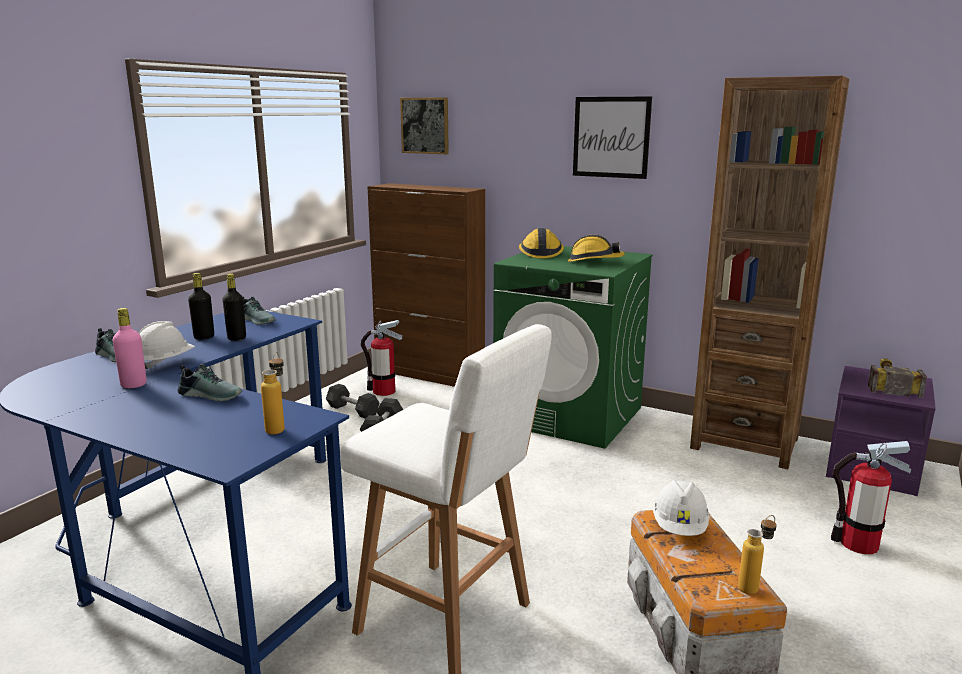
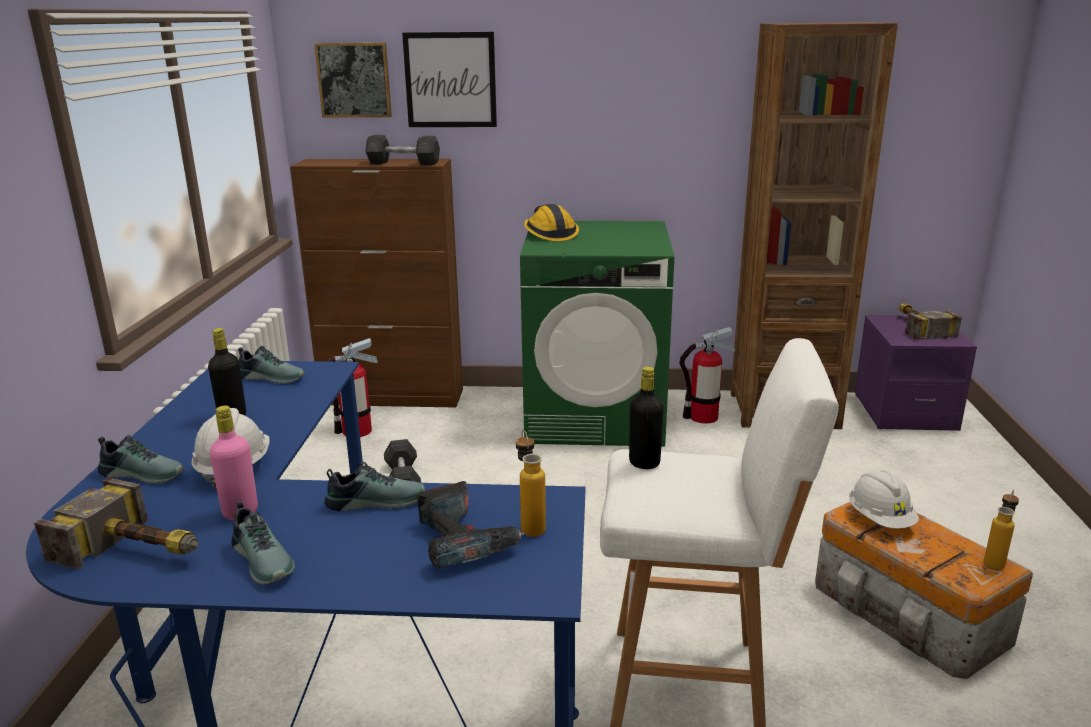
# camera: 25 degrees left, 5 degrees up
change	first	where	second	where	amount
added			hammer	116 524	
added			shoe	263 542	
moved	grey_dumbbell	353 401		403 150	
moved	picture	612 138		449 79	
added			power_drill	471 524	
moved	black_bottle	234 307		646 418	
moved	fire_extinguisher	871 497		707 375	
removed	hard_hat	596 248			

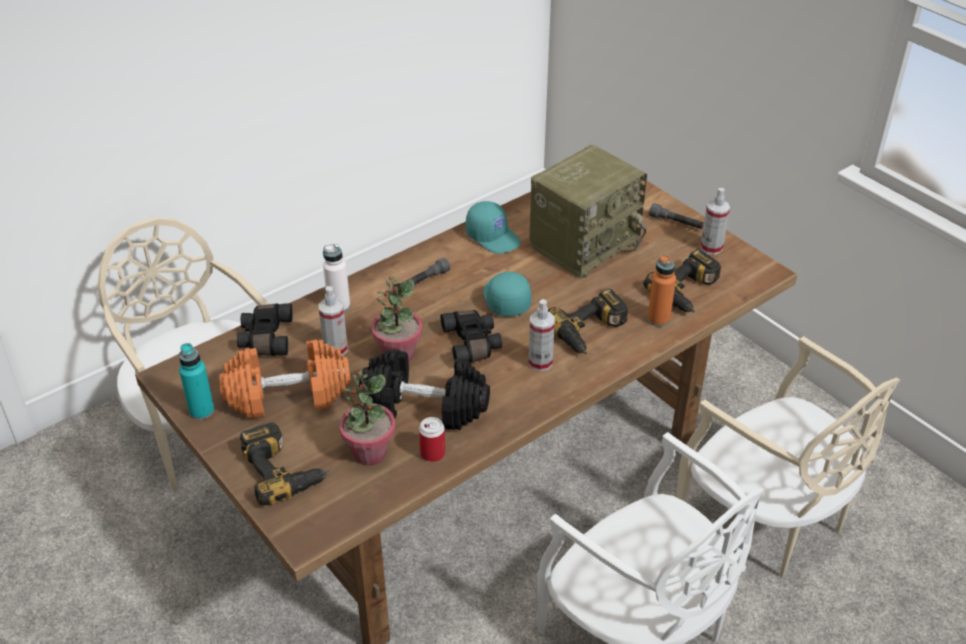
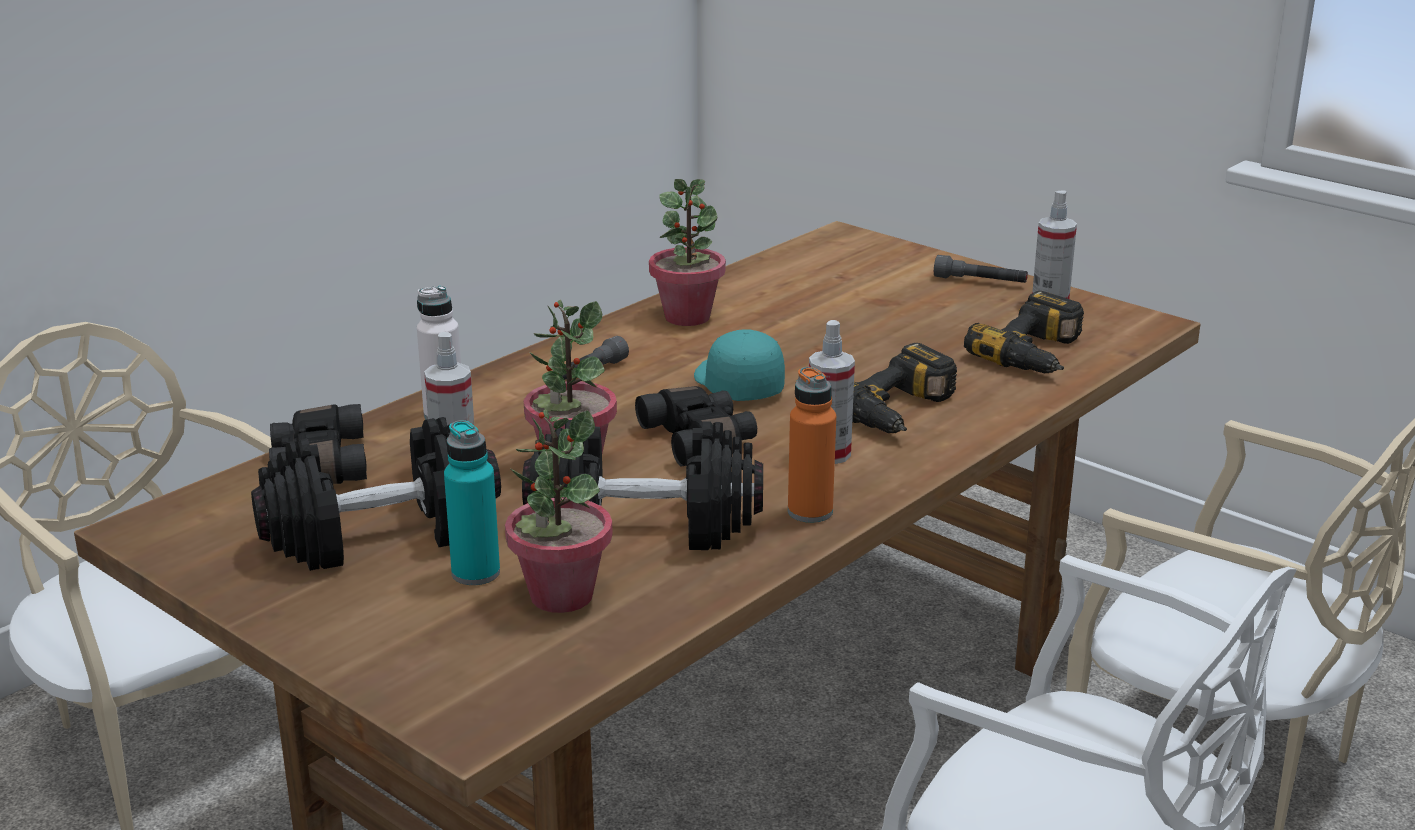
# camera: 10 degrees left, 15 degrees down
change	first	where	second	where	amount
recoloured	orange_dumbbell	285 379	black_dumbbell	376 494	
moved	turquoise_bottle	196 381		472 502	
replaced	turquoise_cap	493 227	potted_plant	687 252	
moved	orange_bottle	661 290		812 445	
removed	power_drill	284 463			
removed	can	432 439			
removed	radio	588 212			

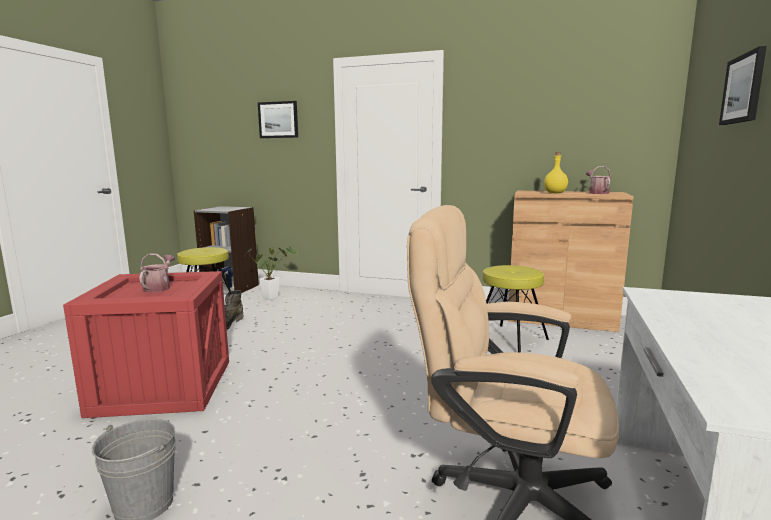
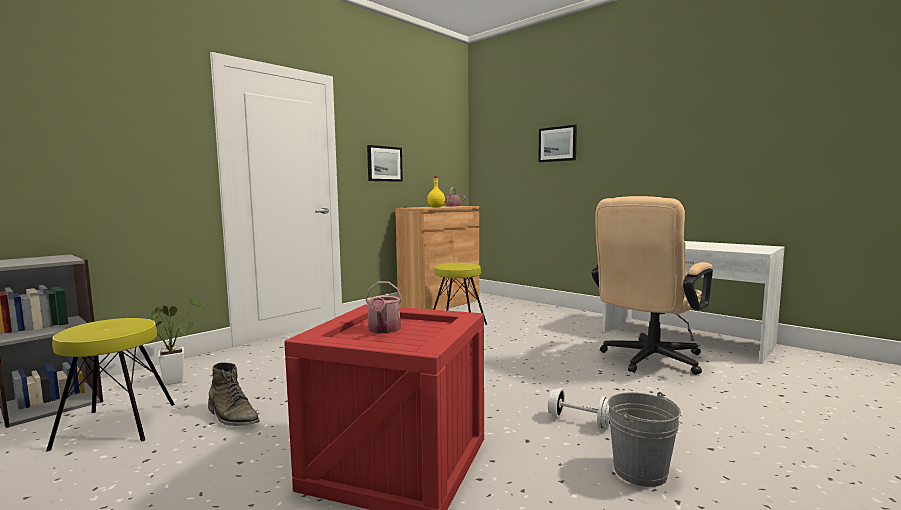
# camera: 65 degrees left, 5 degrees down
change	first	where	second	where	amount
turned	watering_can	157 273		383 307	120 degrees counterclockwise
moved	picture	278 119		385 163	
added			white_dumbbell	579 408	

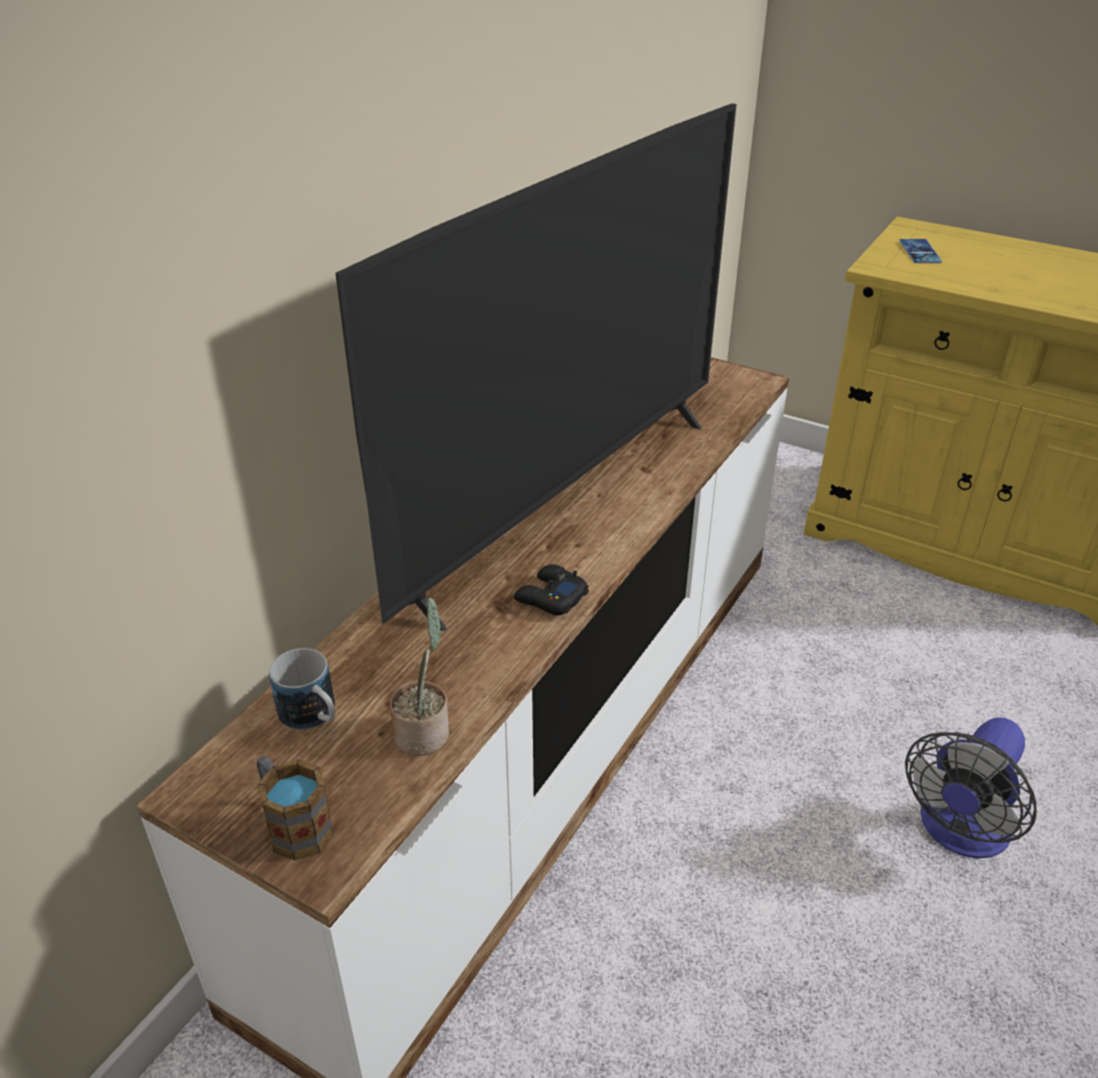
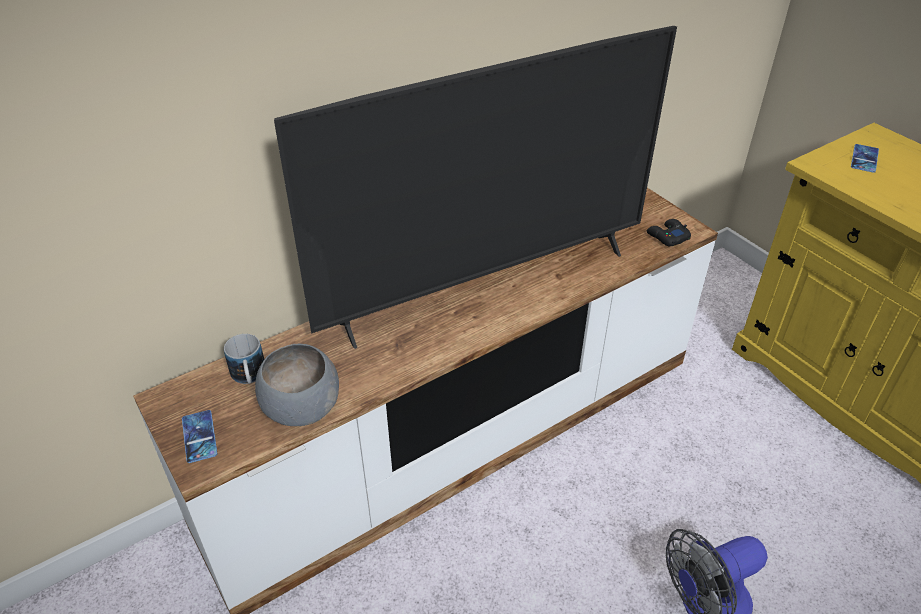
# camera: 25 degrees right, 5 degrees up
change	first	where	second	where	amount
replaced	mug	295 808	phone	199 436	
replaced	potted_plant	419 677	grey_bowl	297 385	
moved	black_game_controller	551 590		669 232	

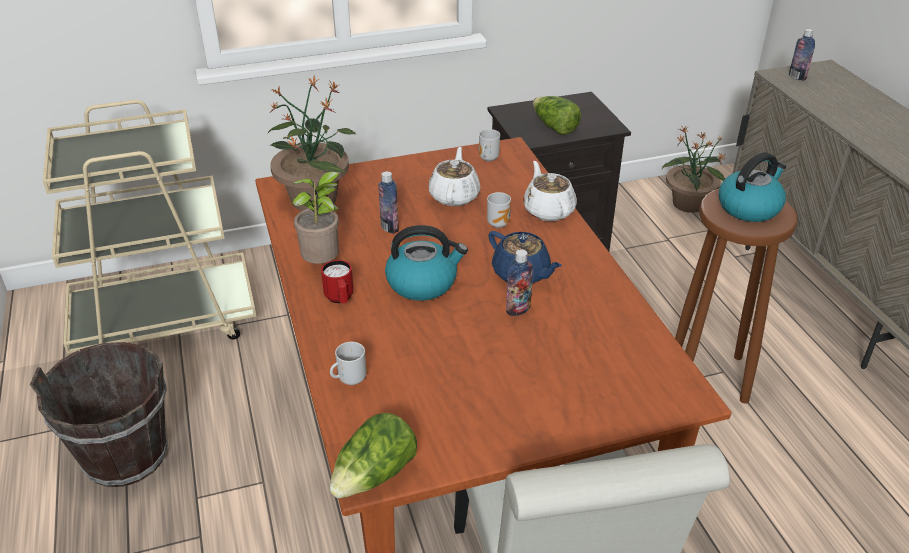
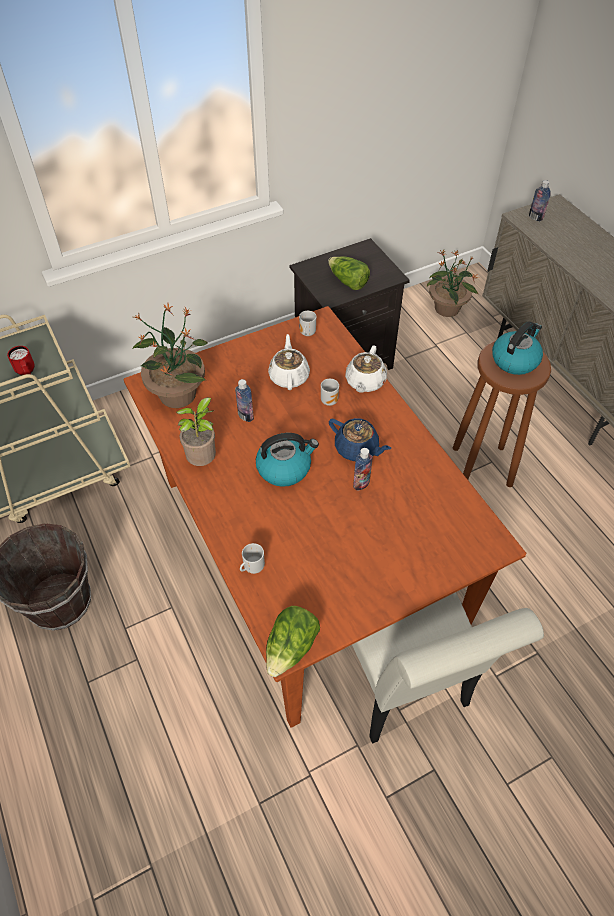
# camera: 10 degrees left, 15 degrees up
change	first	where	second	where	amount
moved	red_mug	337 281		21 360	
turned	white_teapot	550 191		366 368	135 degrees counterclockwise

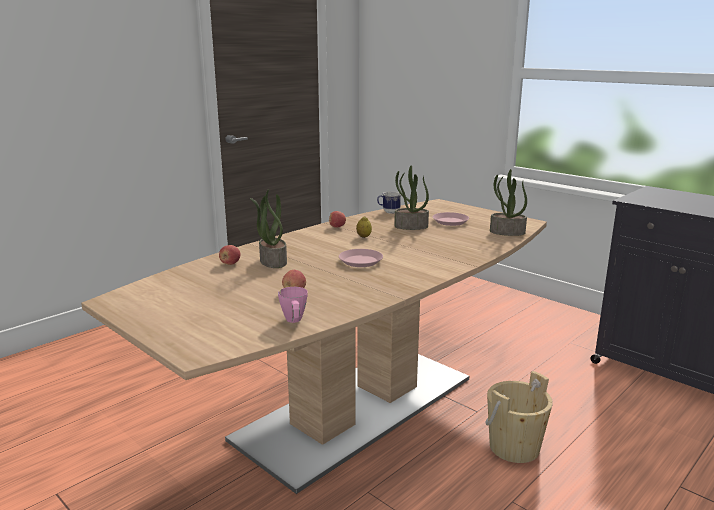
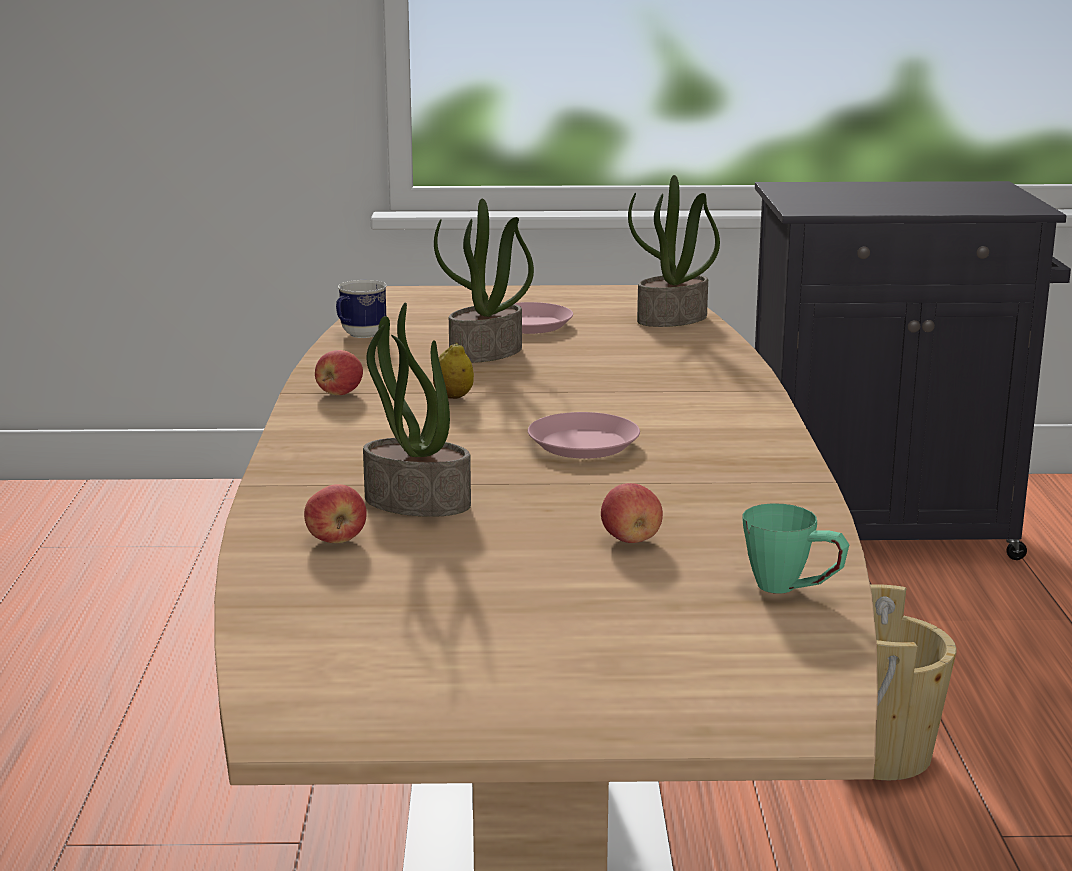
# camera: 45 degrees left, 0 degrees up
change	first	where	second	where	amount
recoloured	pink_mug	293 305	green_mug	796 548	

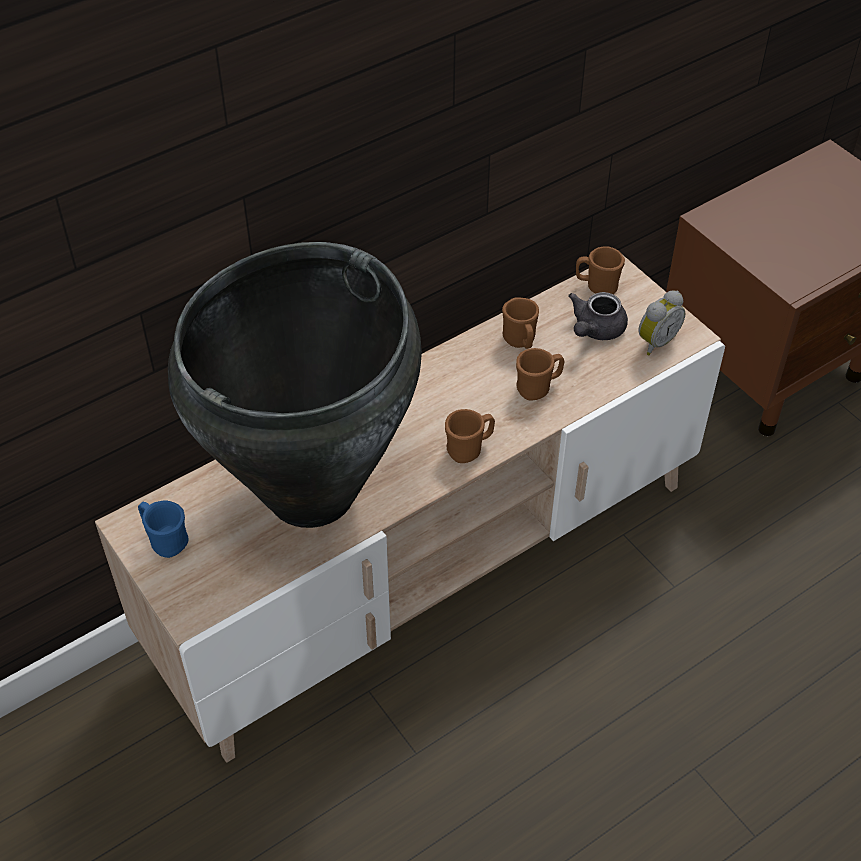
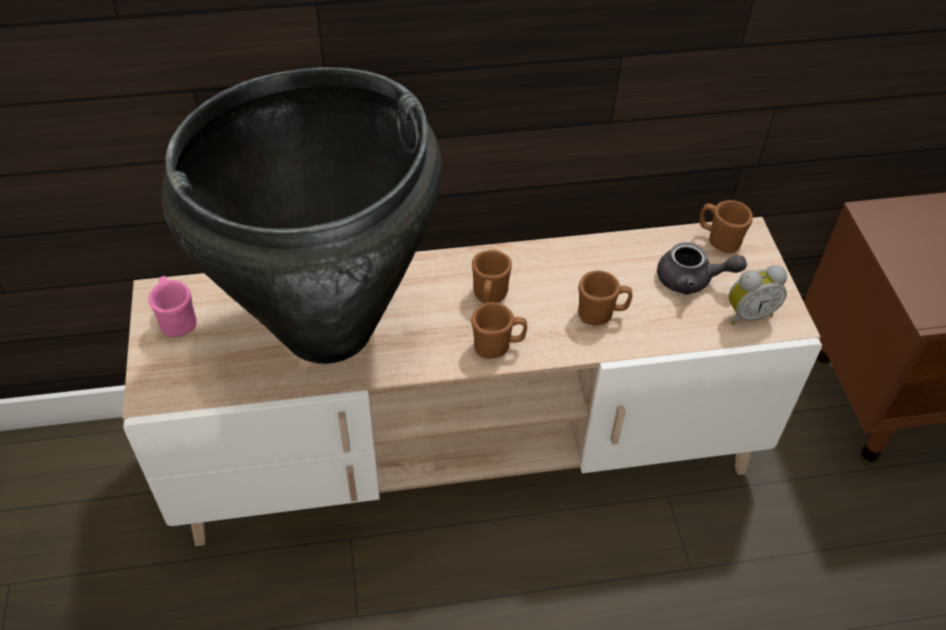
# camera: 25 degrees right, 0 degrees up
change	first	where	second	where	amount
recoloured	blue_mug	163 529	pink_mug	172 306	
moved	brown_mug	520 323		492 277	
turned	grey_teapot	598 316		702 268	135 degrees counterclockwise

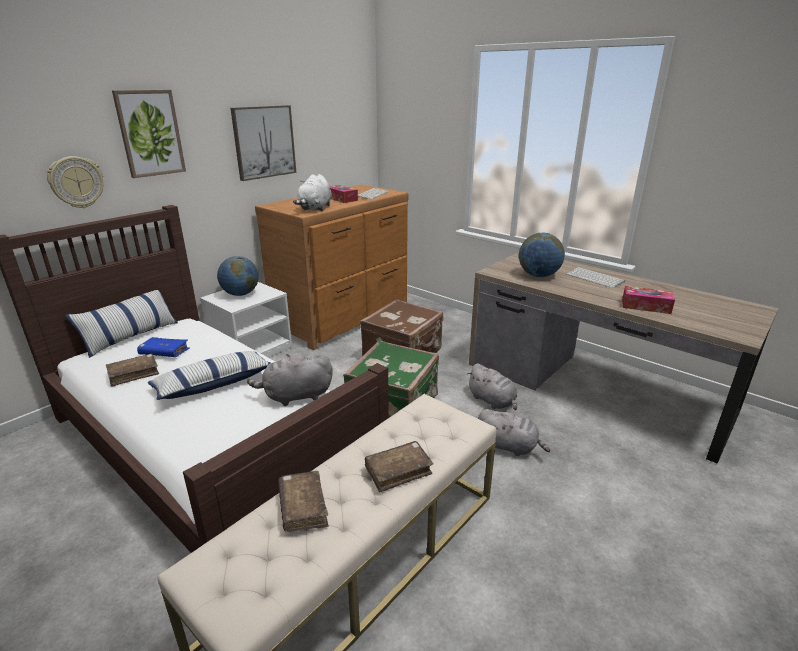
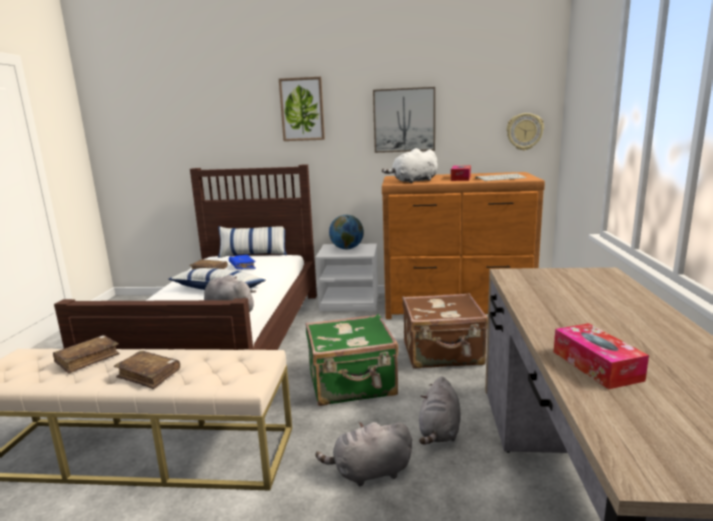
# camera: 55 degrees right, 10 degrees down
change	first	where	second	where	amount
turned	grey_plush_toy	514 432		363 454	90 degrees clockwise
moved	wall_clock	75 182		525 132	
removed	globe	542 255			
removed	keyboard	596 277			

